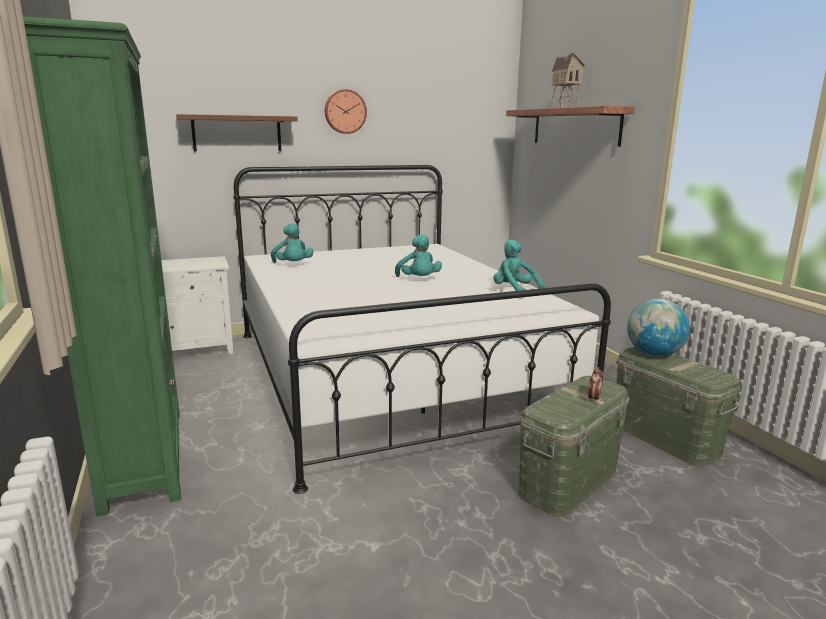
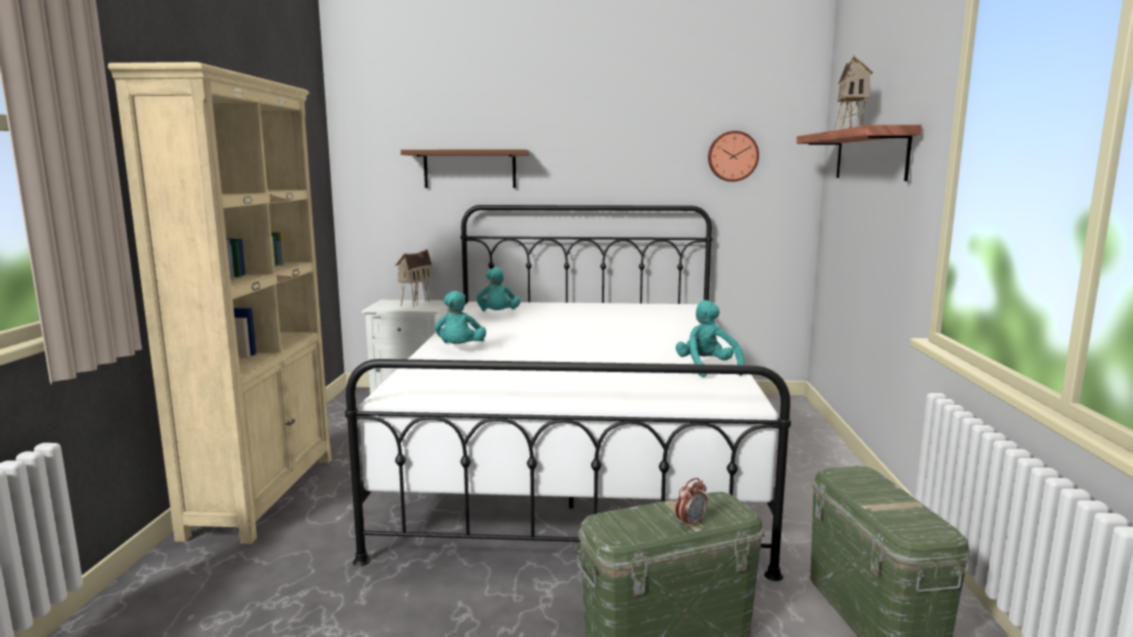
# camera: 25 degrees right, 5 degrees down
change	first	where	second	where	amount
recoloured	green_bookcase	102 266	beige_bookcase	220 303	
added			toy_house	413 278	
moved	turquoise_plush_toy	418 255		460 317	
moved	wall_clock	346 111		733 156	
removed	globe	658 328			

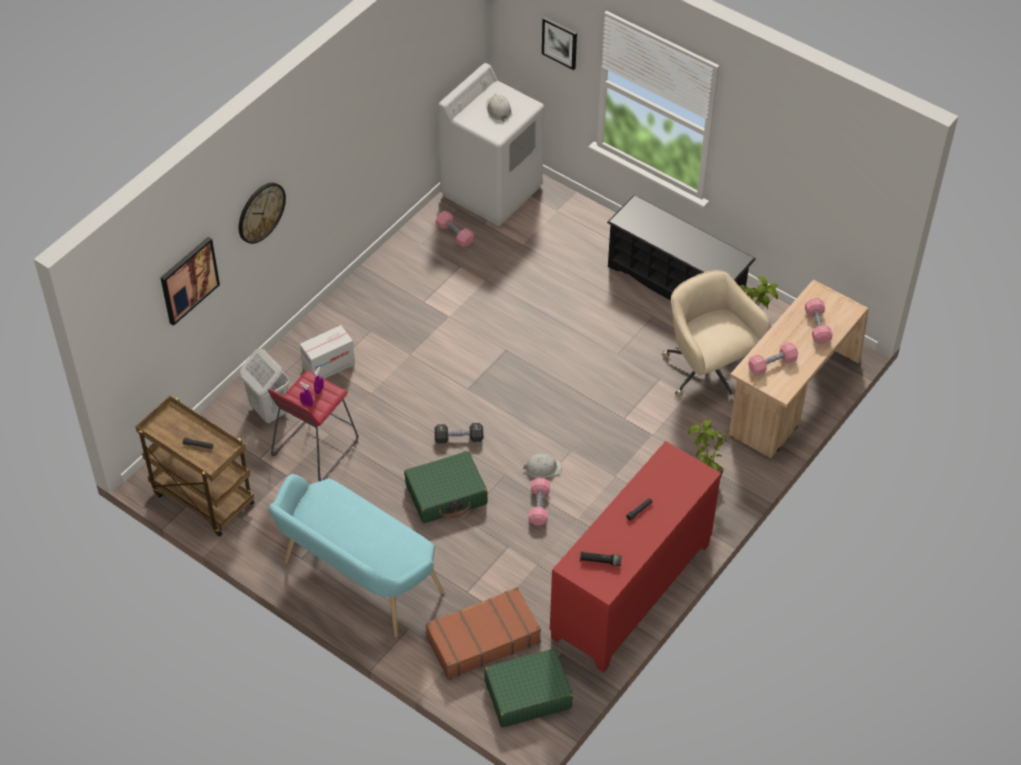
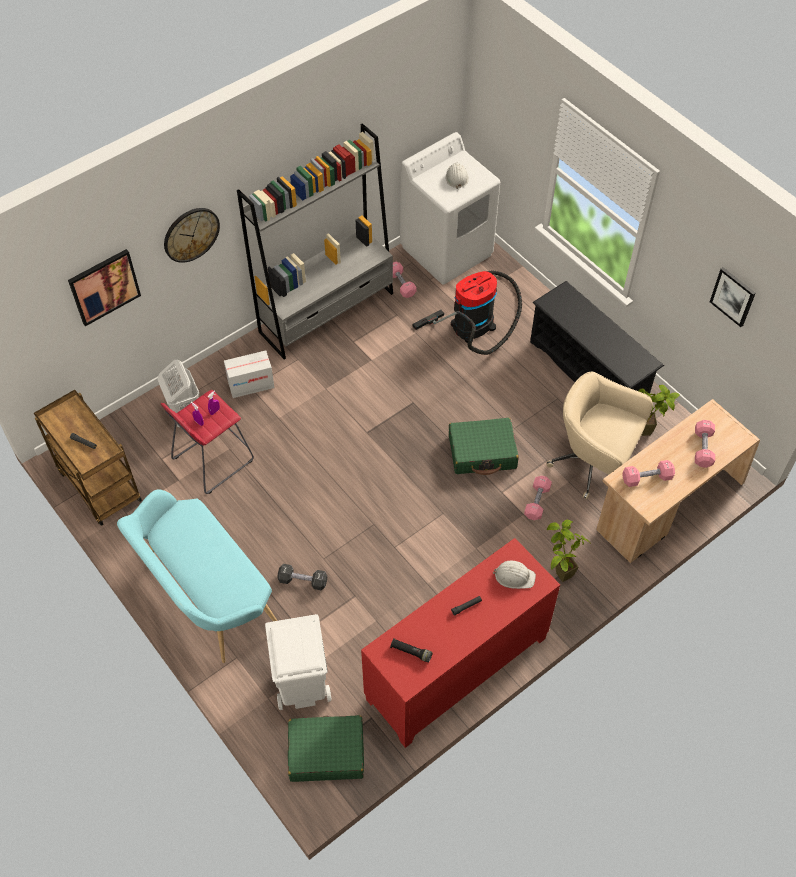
# camera: 15 degrees right, 5 degrees up
change	first	where	second	where	amount
added			grey_bookcase	315 241	
replaced	brown_suitcase	483 633	white_trash_can	298 662	
moved	black_dumbbell	458 433		302 577	
added			vacuum_cleaner	467 313	
moved	green_suitcase	446 487		484 446	
moved	white_hard_hat	542 466		514 575	
moved	pink_dumbbell	539 501		538 498	
turned	beige_office_chair	716 335		600 435	45 degrees counterclockwise
moved	picture	559 43		733 297	

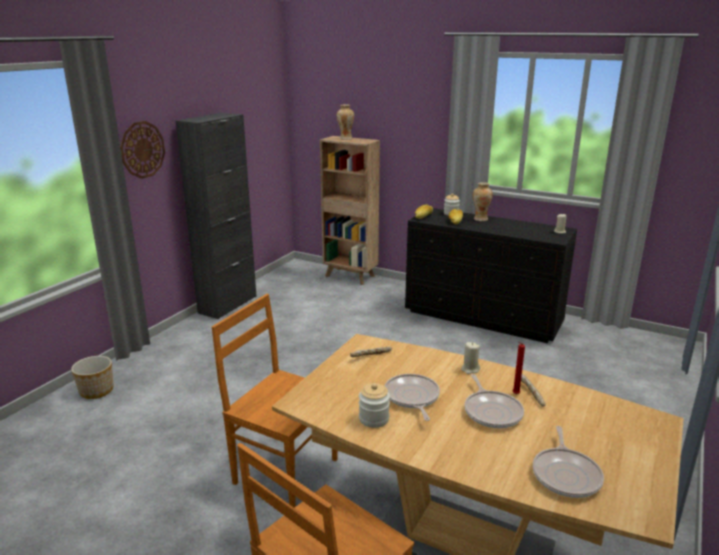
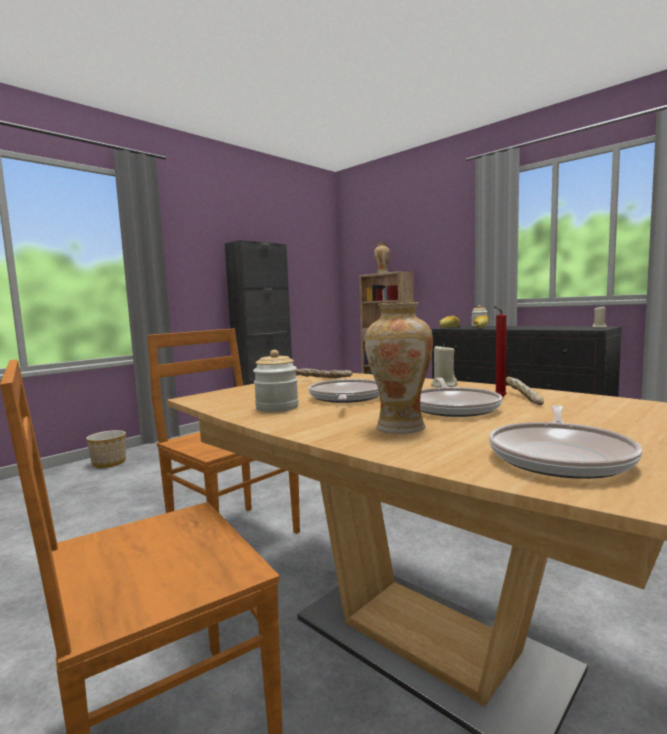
# camera: 15 degrees right, 15 degrees down
change	first	where	second	where	amount
moved	vase	483 201		399 368	
removed	wall_clock	142 150			

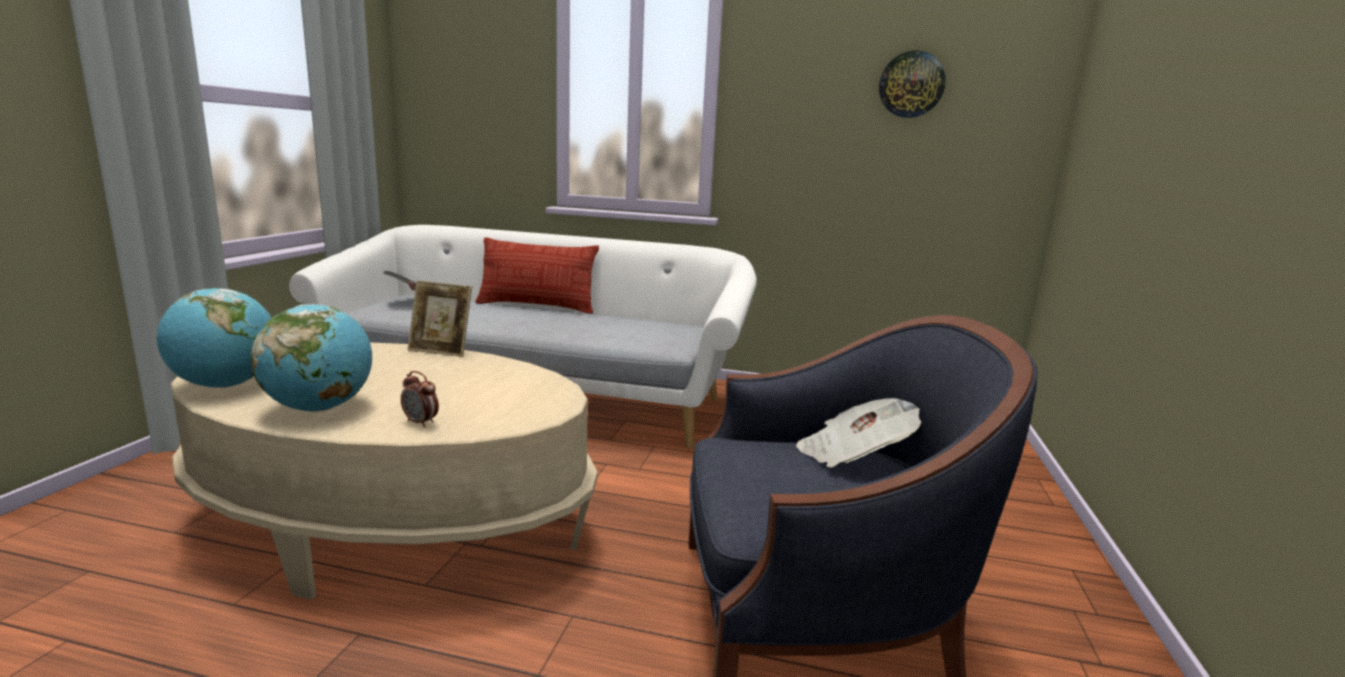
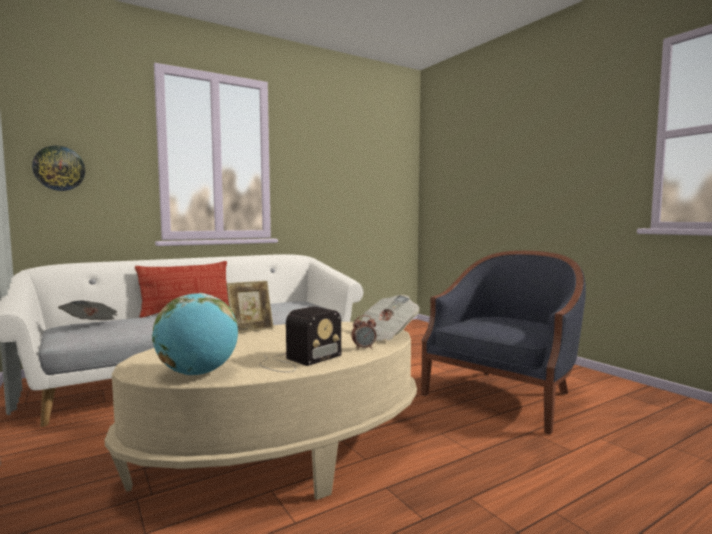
# camera: 45 degrees left, 10 degrees down
change	first	where	second	where	amount
moved	wall_clock	912 84		58 168	
replaced	globe	311 358	radio	300 339	
moved	newspaper	858 433		390 318	

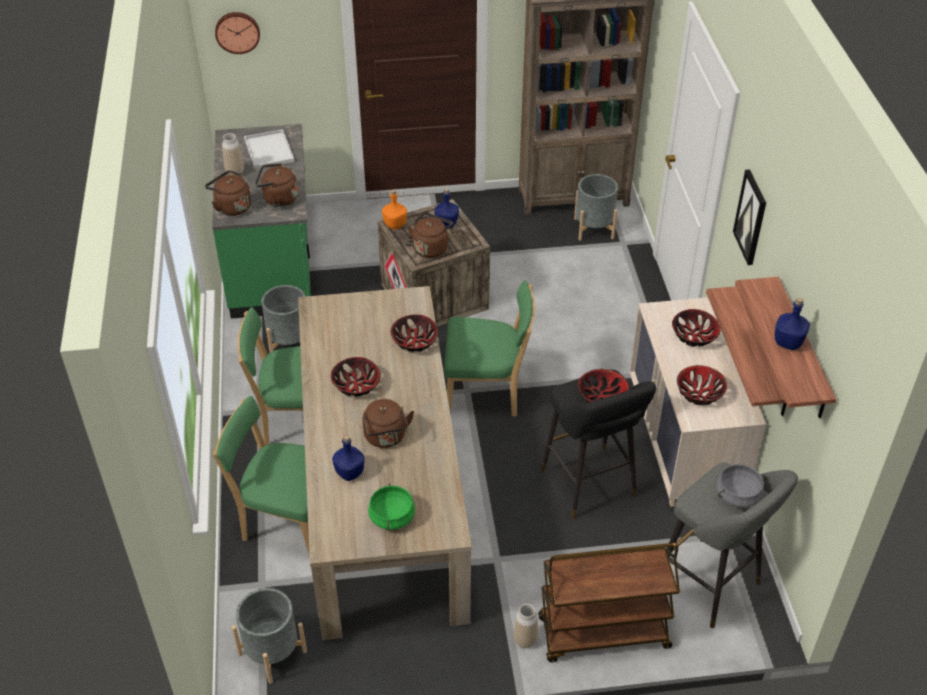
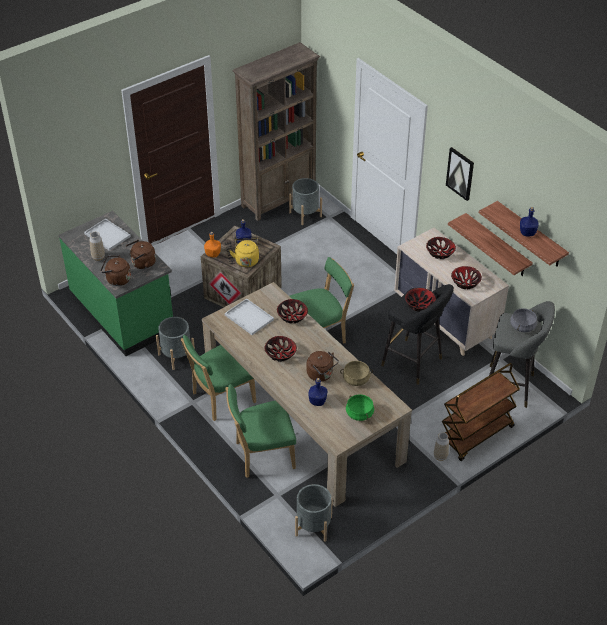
# camera: 30 degrees left, 0 degrees up
change	first	where	second	where	amount
added			white_tray	249 316	
recoloured	brown_kettle	430 235	yellow_kettle	244 252	
added			beige_cooking_pot	356 373	
removed	wall_clock	237 33			

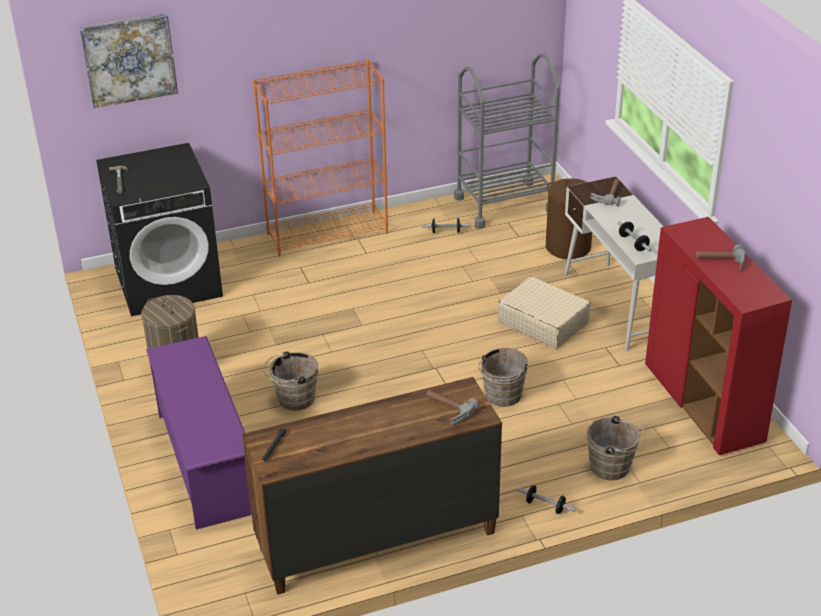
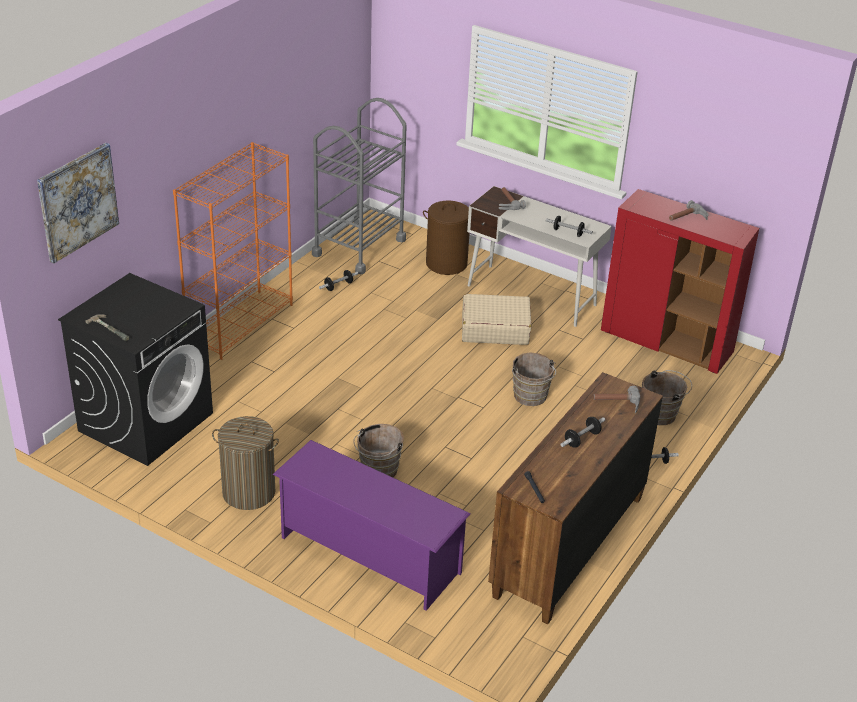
# camera: 40 degrees left, 0 degrees up
change	first	where	second	where	amount
added			dumbbell	582 432	

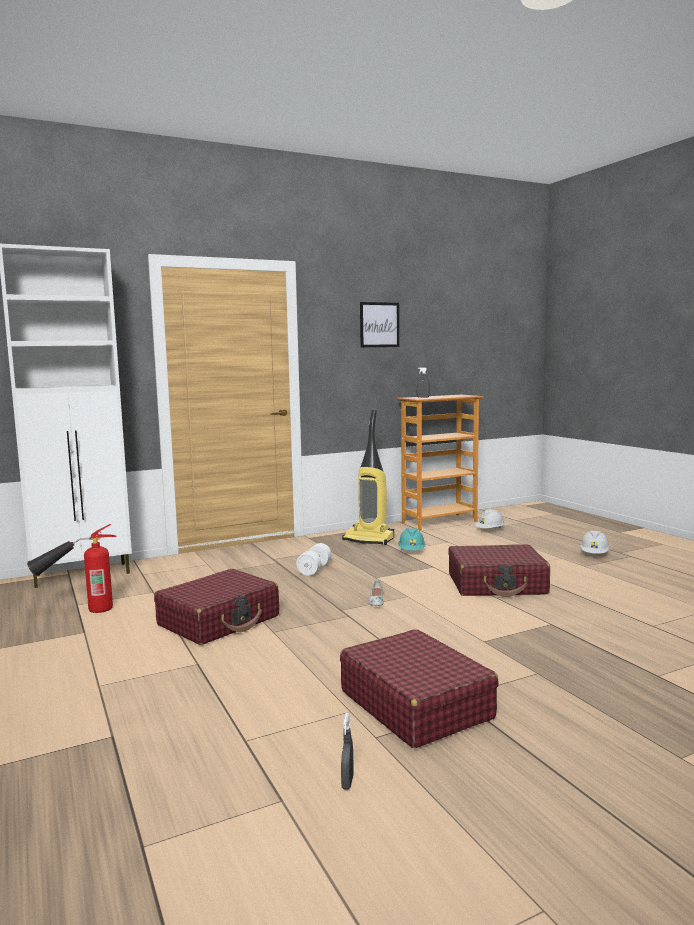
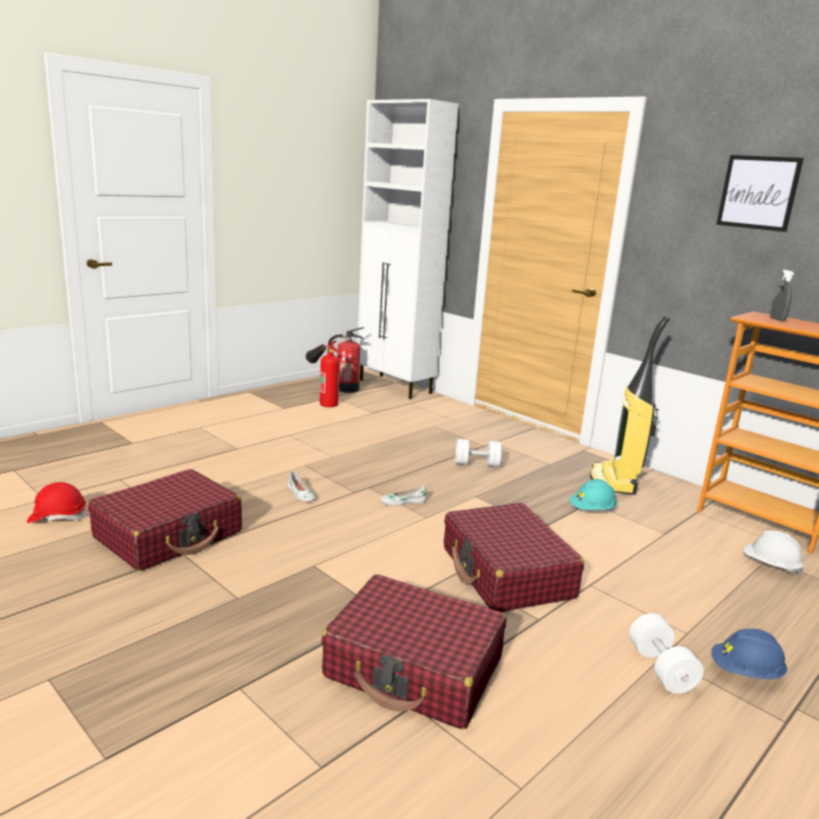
# camera: 70 degrees right, 10 degrees up
change	first	where	second	where	amount
replaced	grey_spray_bottle	347 751	red_hard_hat	57 502	
added			white_shoe	302 486	
moved	red_suitcase	216 607		414 651	
added			fire_extinguisher	346 360	
added			white_dumbbell	666 653	
recoloured	white_hard_hat	595 542	blue_hard_hat	749 654	

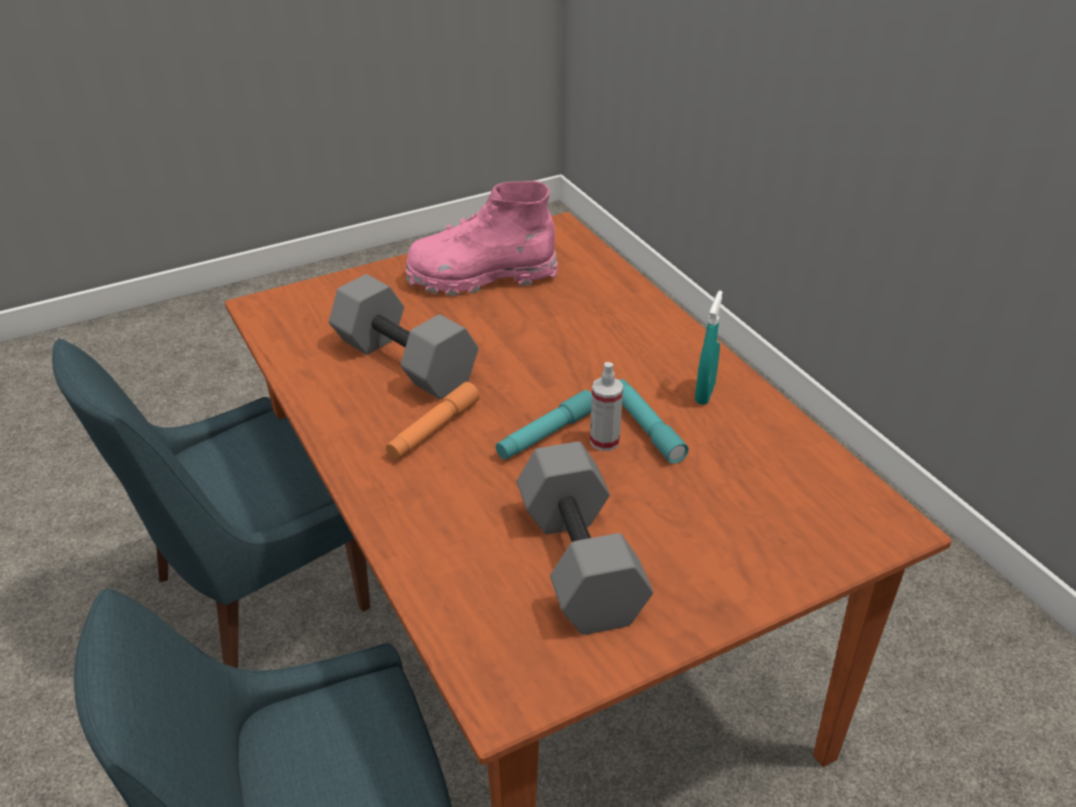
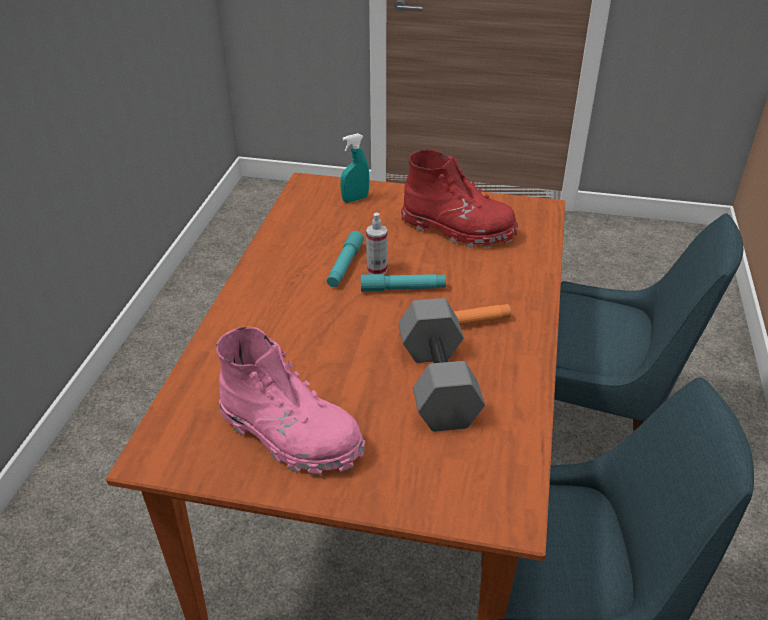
# camera: 140 degrees left, 0 degrees up
change	first	where	second	where	amount
moved	turquoise_spray_bottle	709 348		354 168	
replaced	grey_dumbbell	585 538	red_boot	459 198	

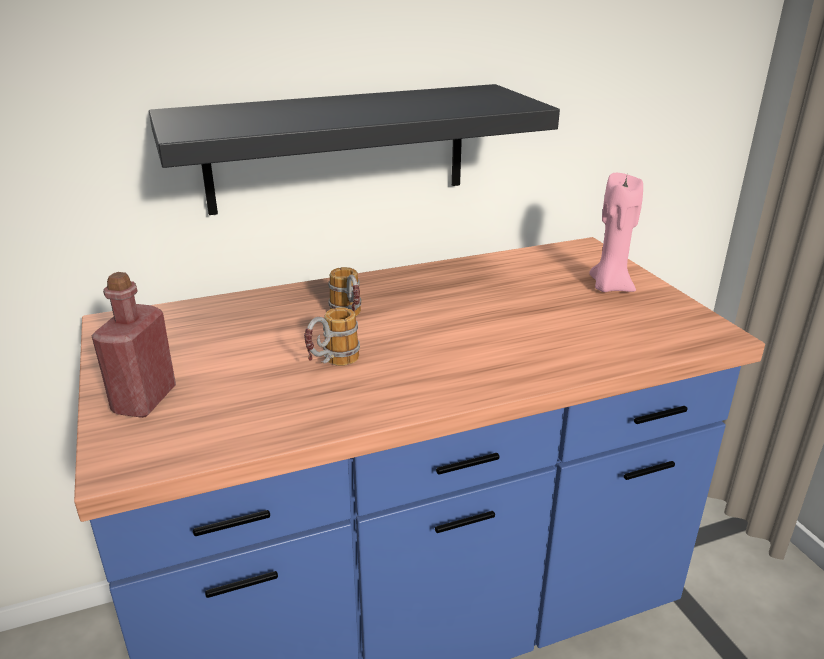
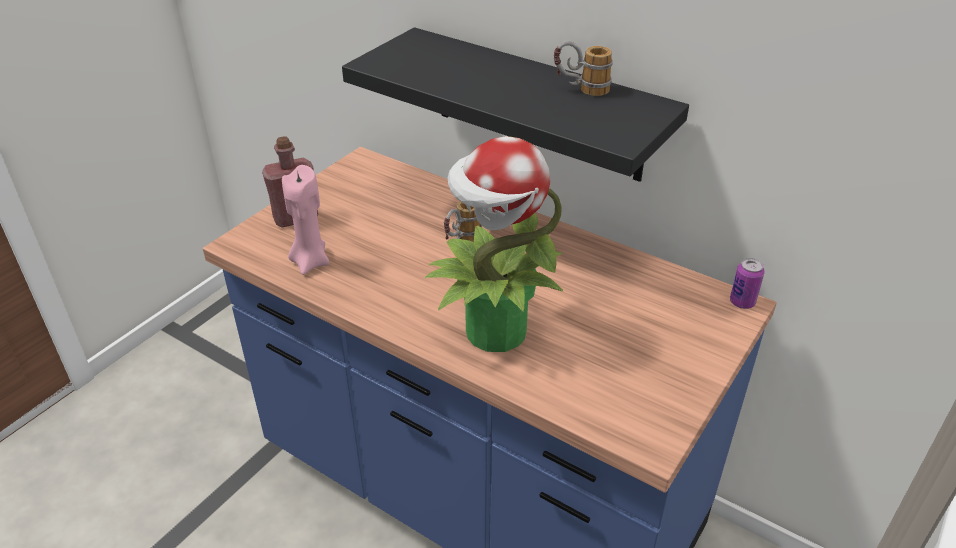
# camera: 55 degrees right, 10 degrees up
change	first	where	second	where	amount
moved	pink_candle	616 232		305 220	
added			potted_plant	493 244	
moved	mug	332 336		583 68	
added			can	747 283	

